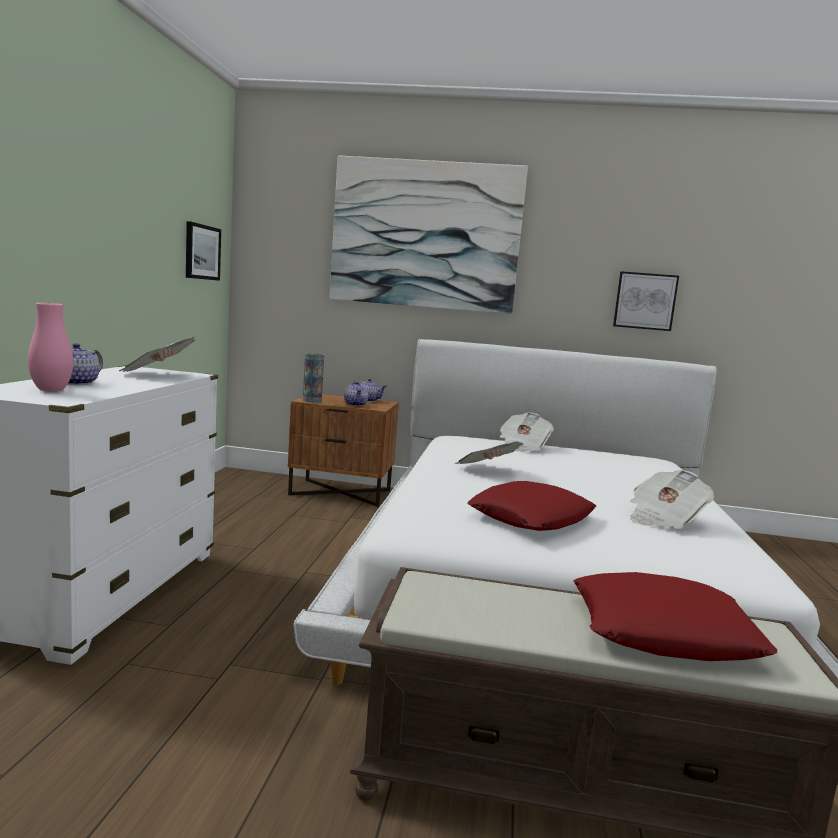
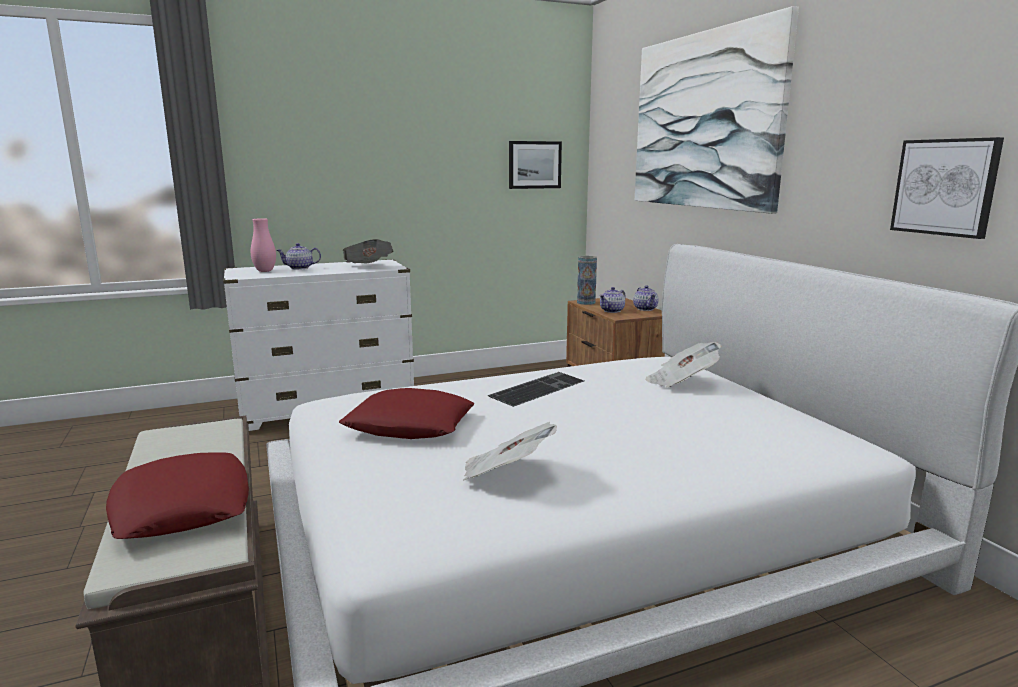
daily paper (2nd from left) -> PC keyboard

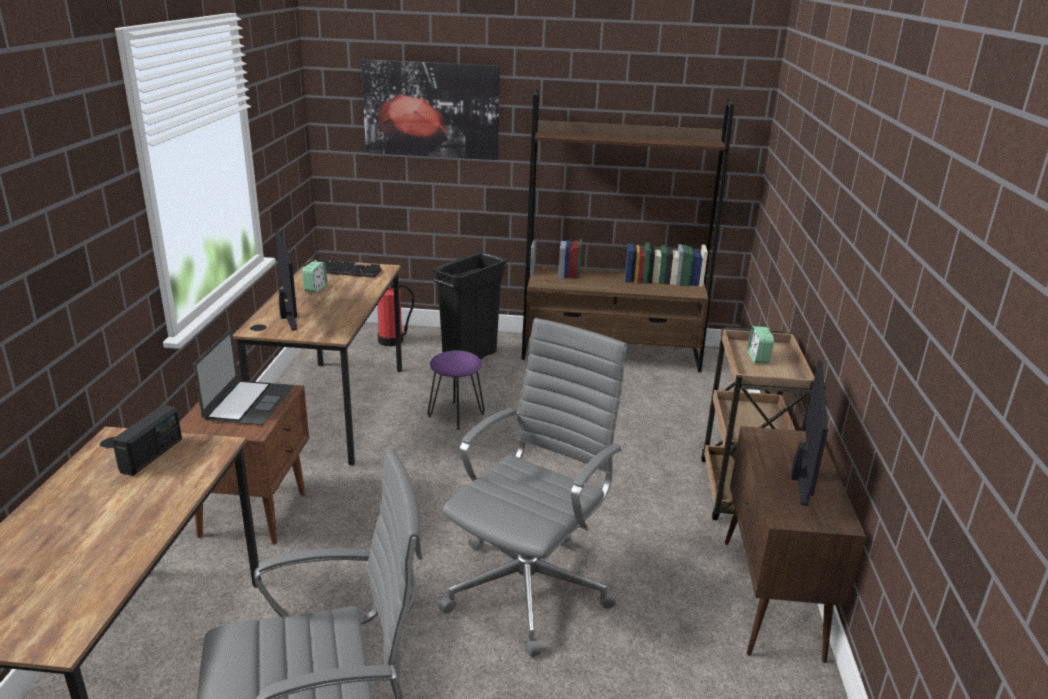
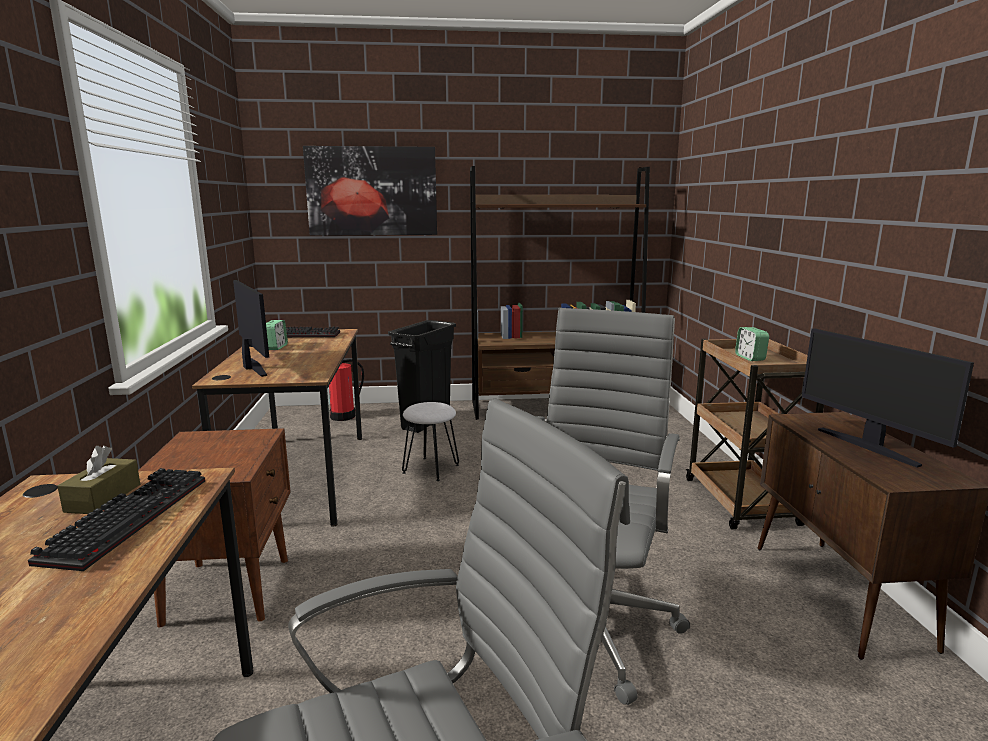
notebook computer -> none
none -> PC keyboard (1st from left)
radio set -> brownish tissue holder
purplish stool seat -> white-coloured stool seat
monitor (2nd from left), 150 degrees clockwise

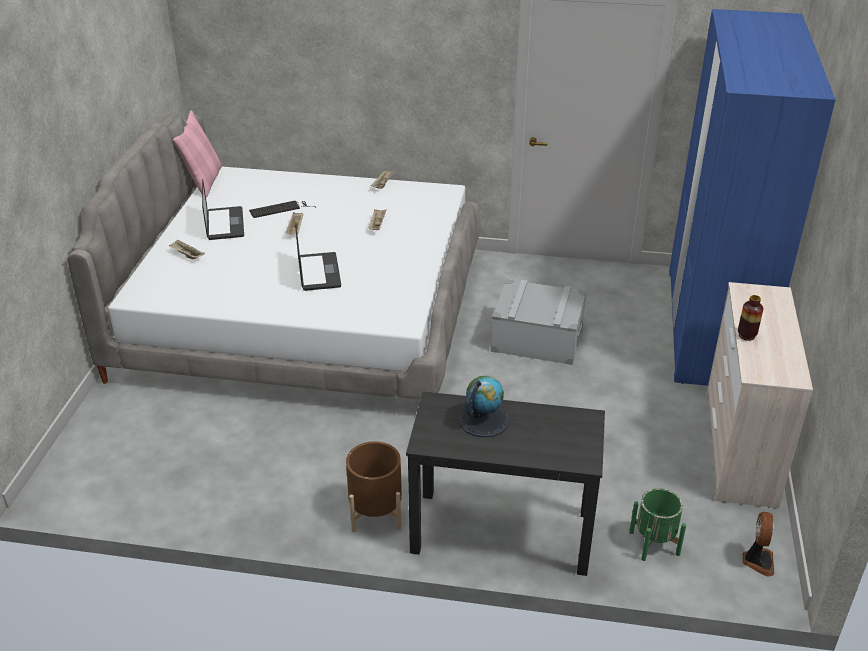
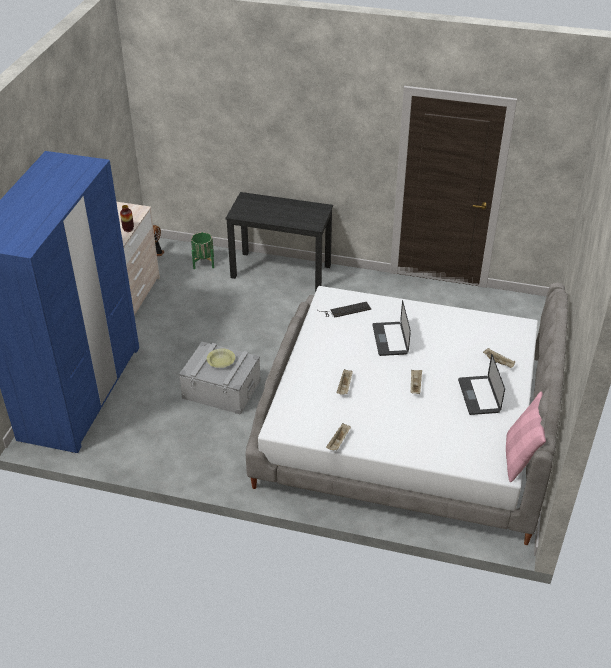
brownish flower pot -> none
world globe -> none
none -> yellow deep dish
PC keyboard, moved

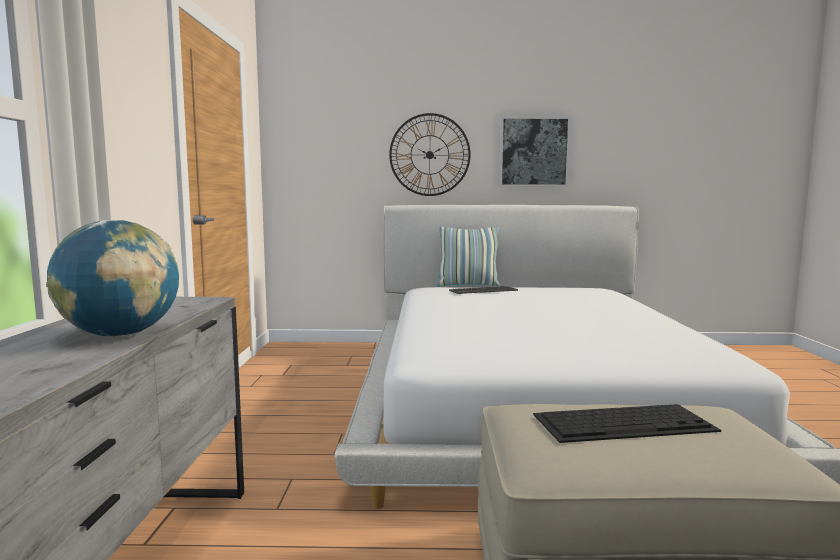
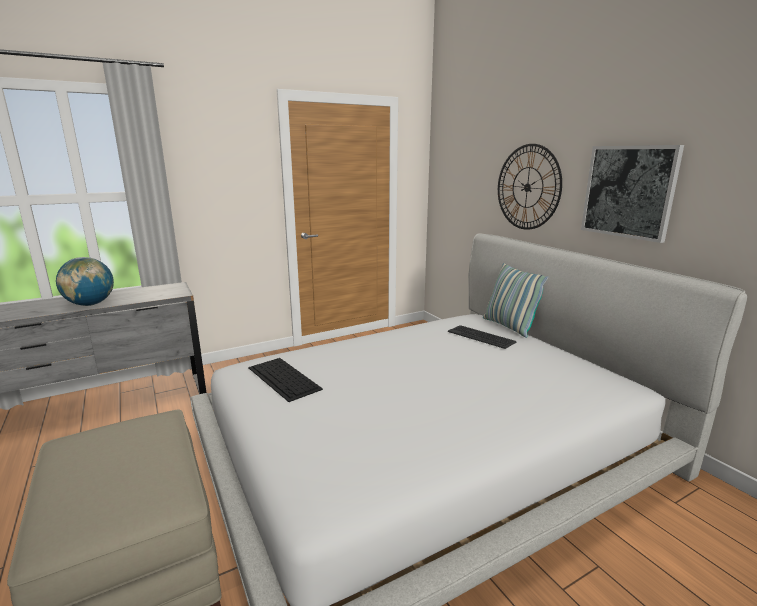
PC keyboard (2nd from left in the first image) -> PC keyboard (1st from left), moved

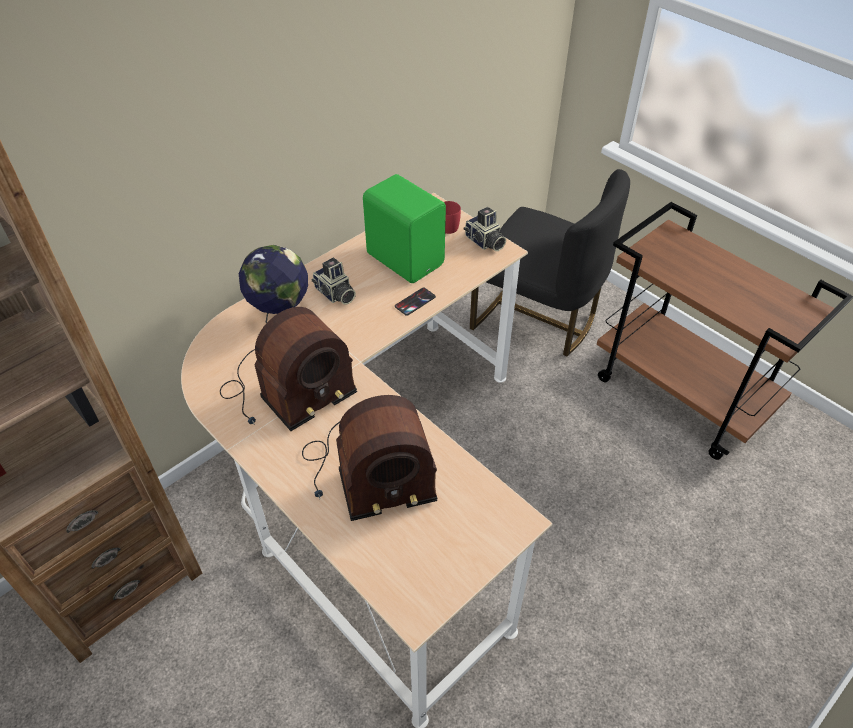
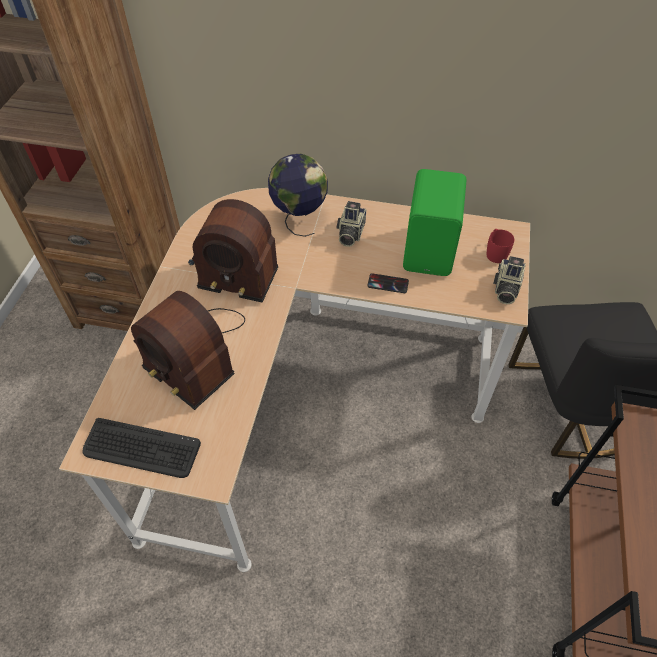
none -> PC keyboard

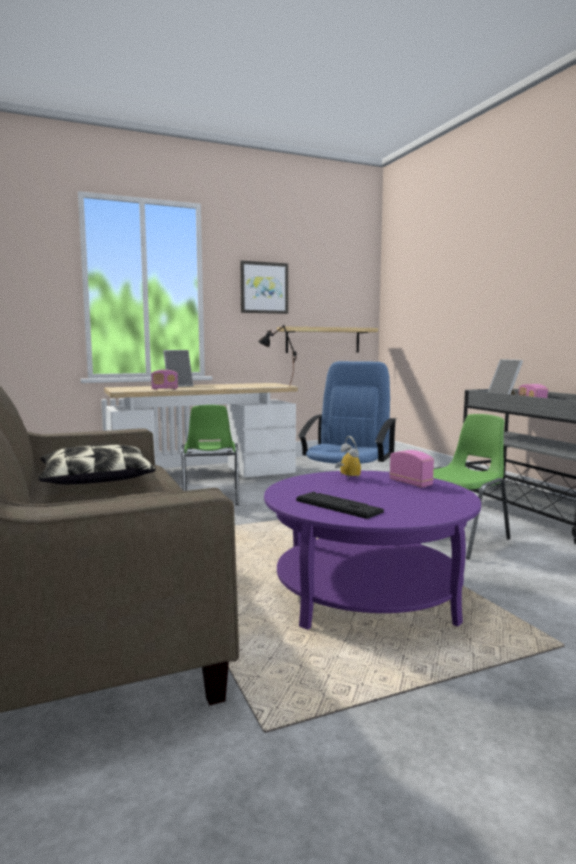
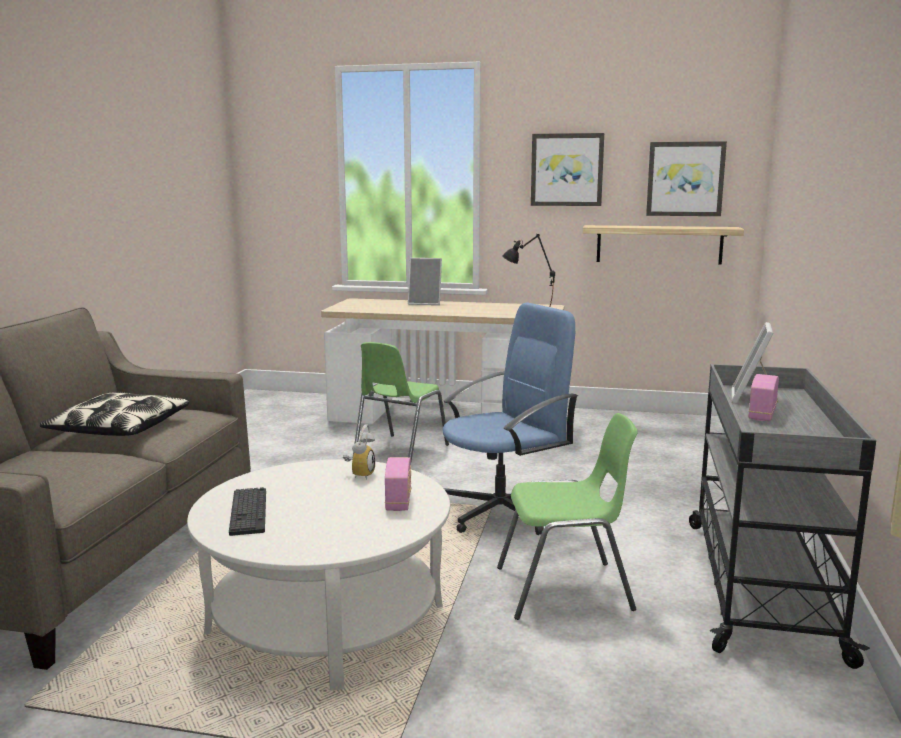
radio set (1st from left) -> none
none -> wall picture (2nd from left)
purplish low table -> white-coloured low table

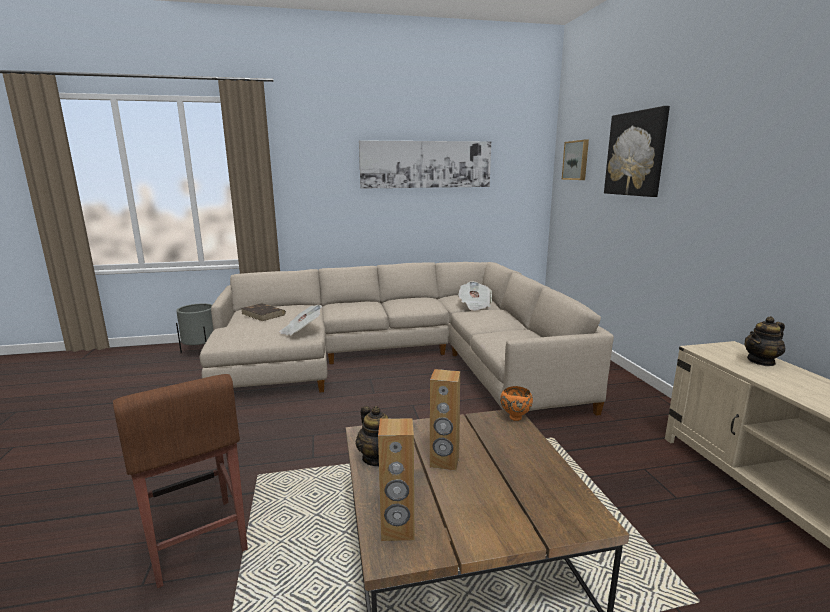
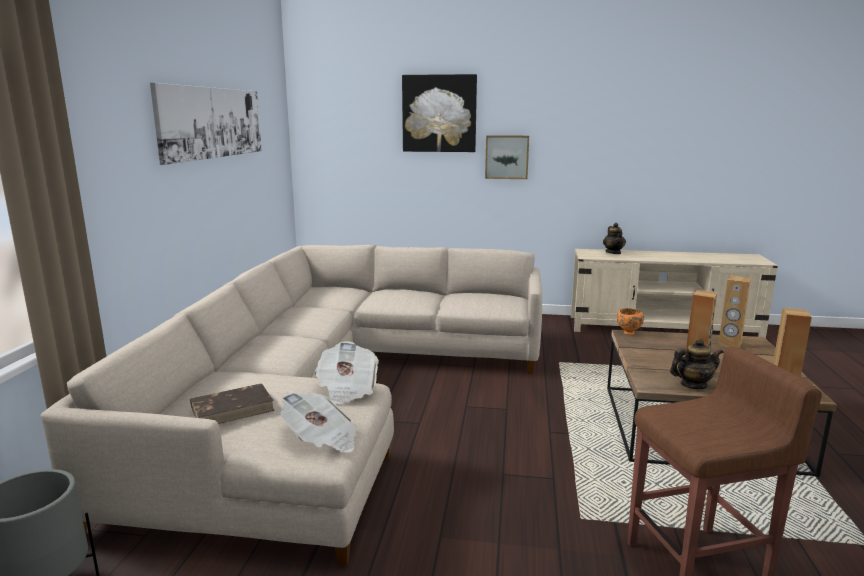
none -> brownish loudspeaker (2nd from left)
daily paper (2nd from left in the first image) -> daily paper (1st from left), moved
wall picture (2nd from left in the first image) -> wall picture (3rd from left), moved

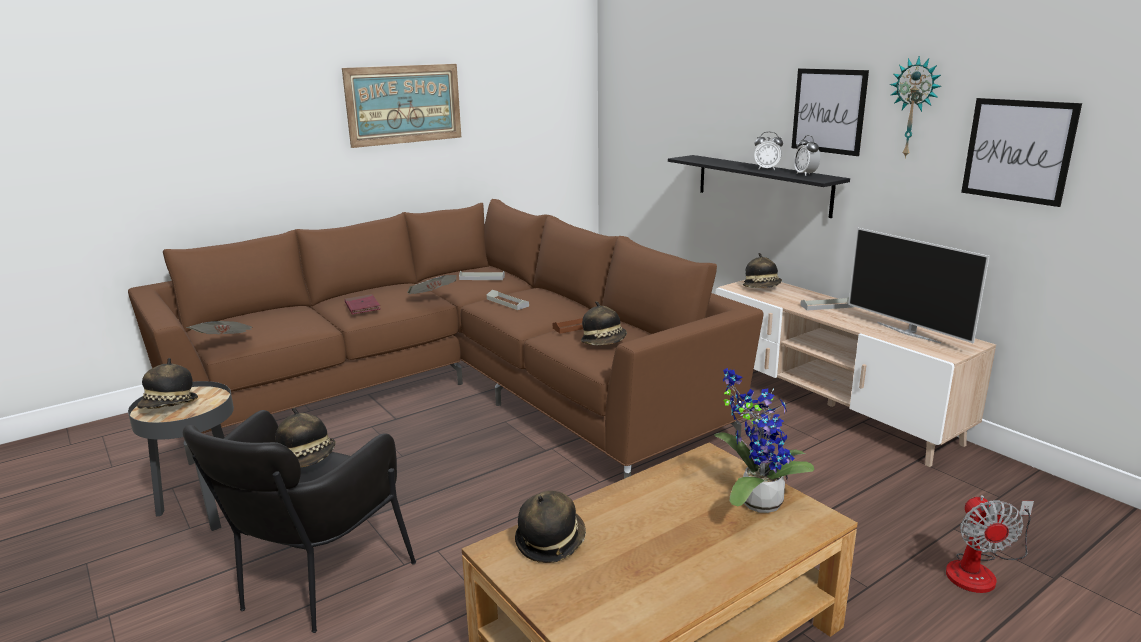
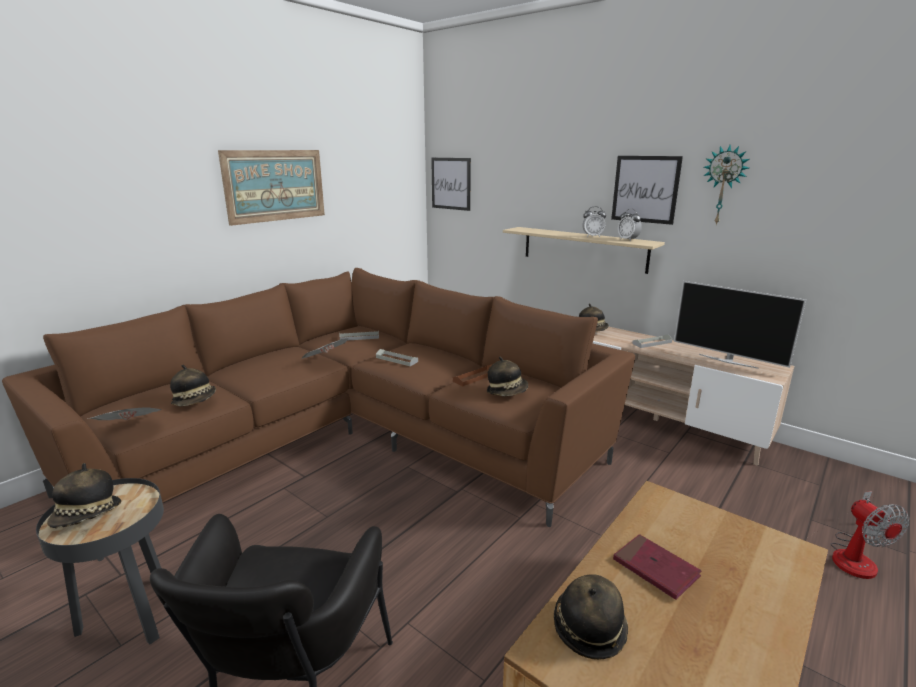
potted plant -> none
clothing hat (2nd from left), moved
reddish volume, moved
wall picture (3rd from left in the first image) -> wall picture (2nd from left), moved
black shelf -> sand-coloured shelf

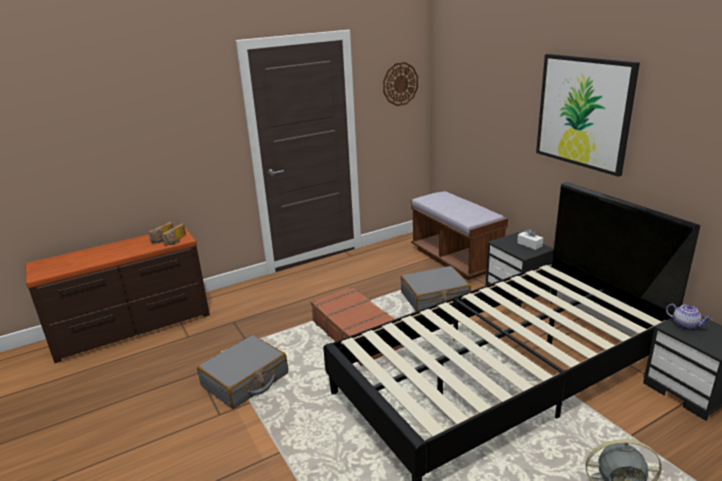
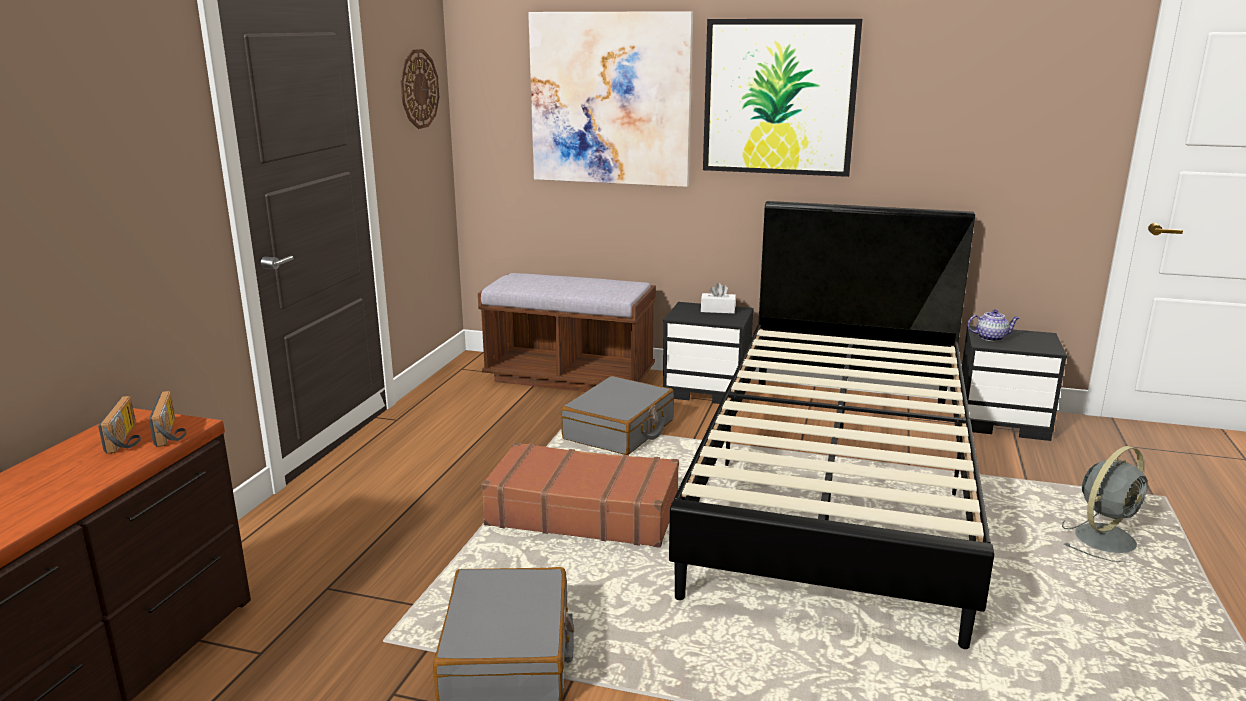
none -> wall picture (1st from left)

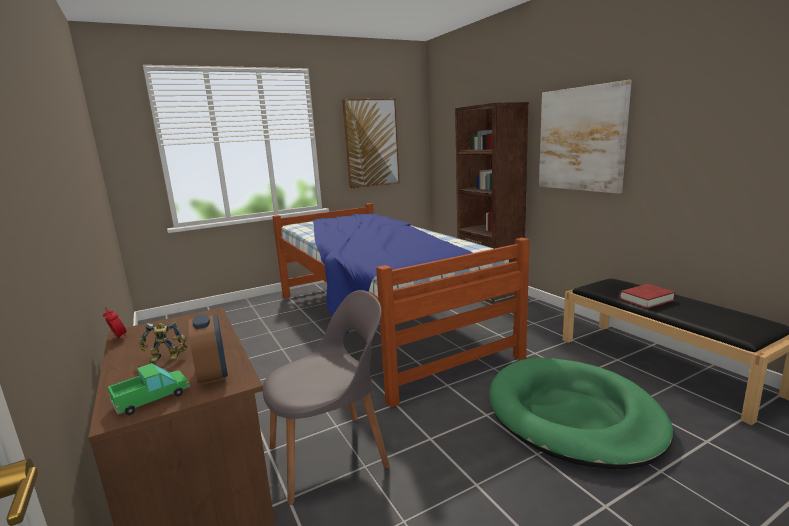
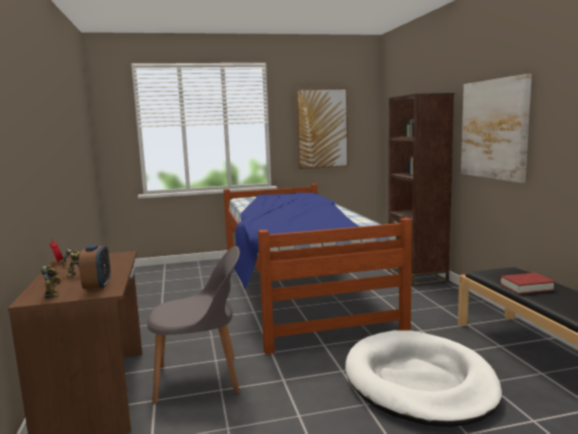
model truck -> robot figure (1st from left)
green dog bed -> white-coloured dog bed

